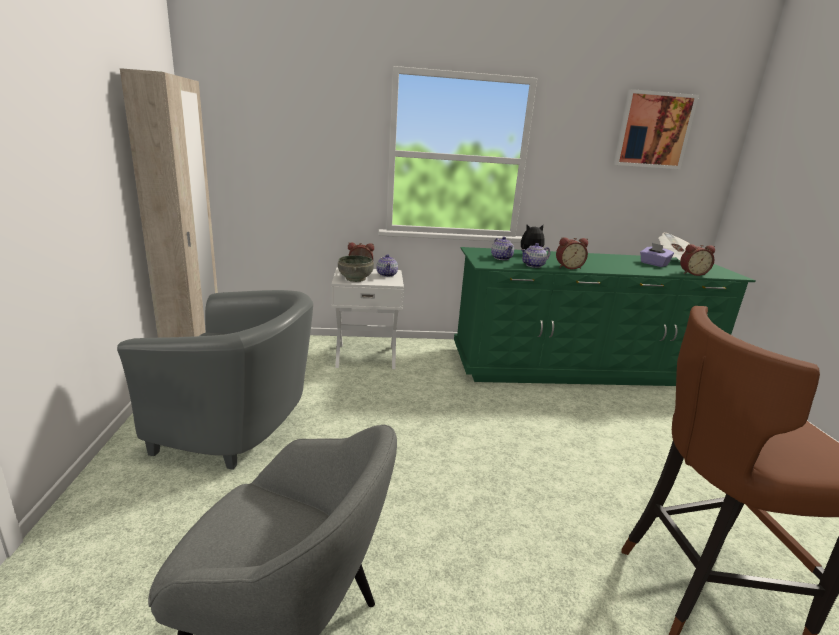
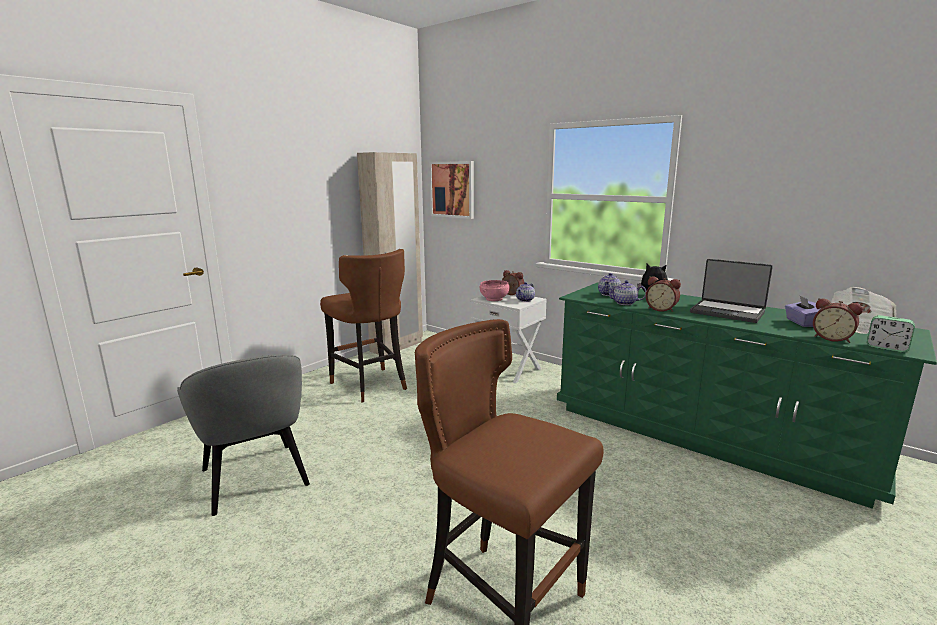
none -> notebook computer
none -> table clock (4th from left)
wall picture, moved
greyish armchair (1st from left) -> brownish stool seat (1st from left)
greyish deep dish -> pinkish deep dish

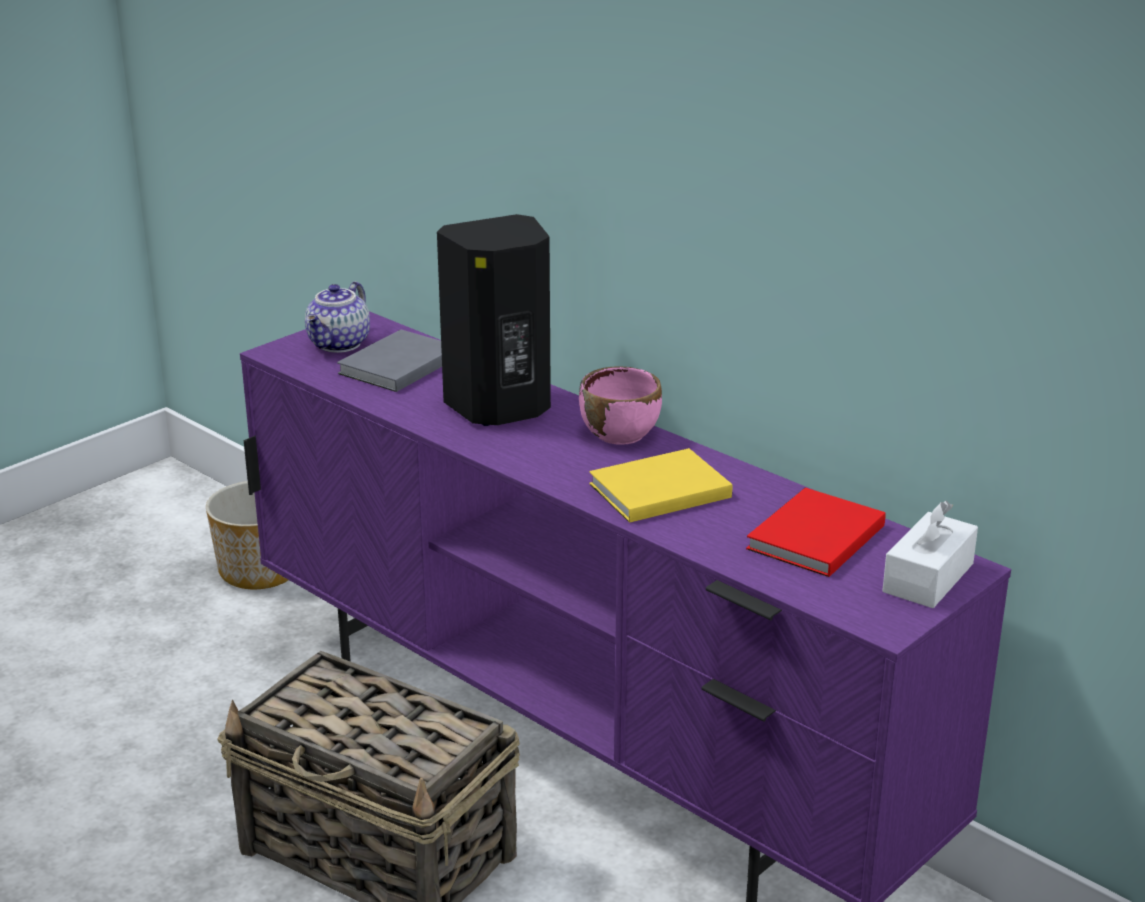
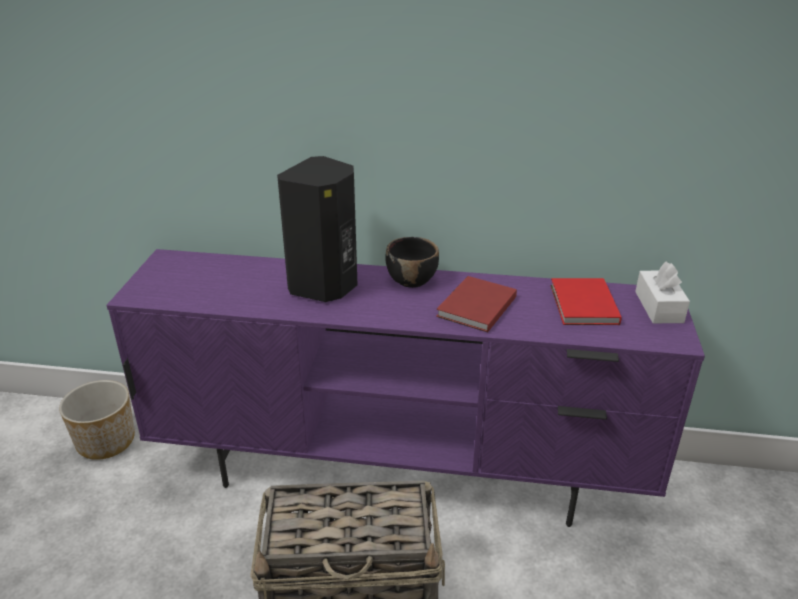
teapot -> none
greyish volume -> none
pinkish deep dish -> black deep dish
yellow volume -> reddish volume (1st from left)

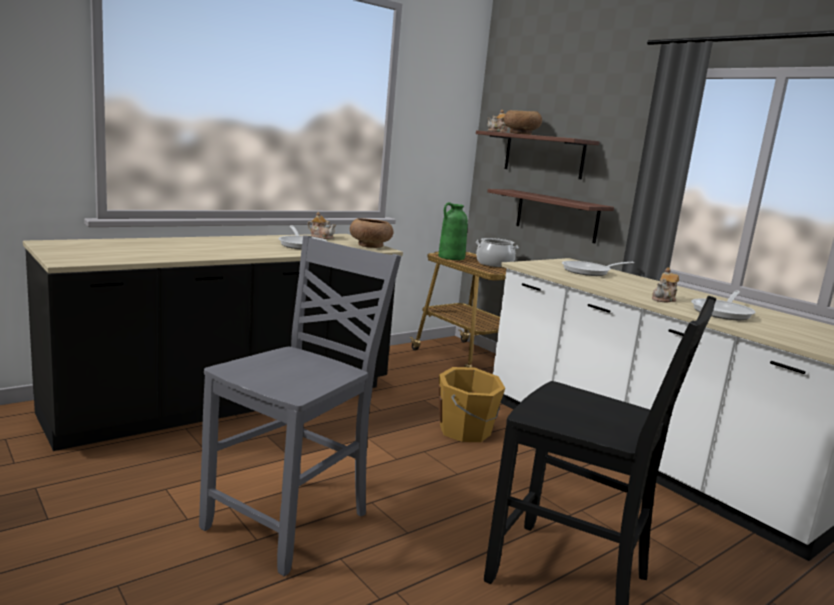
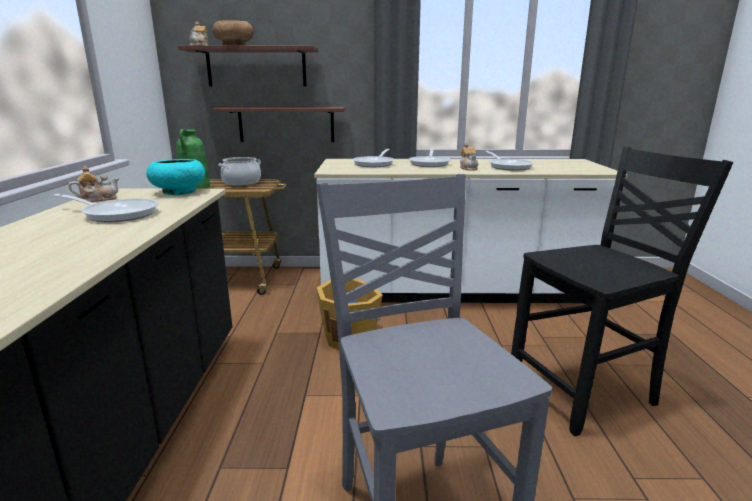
none -> skillet (3rd from left)
brownish deep dish (1st from left) -> blue-green deep dish

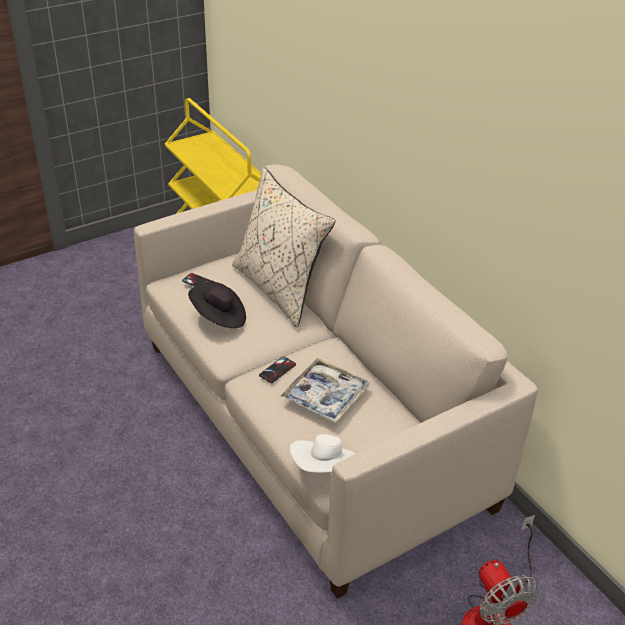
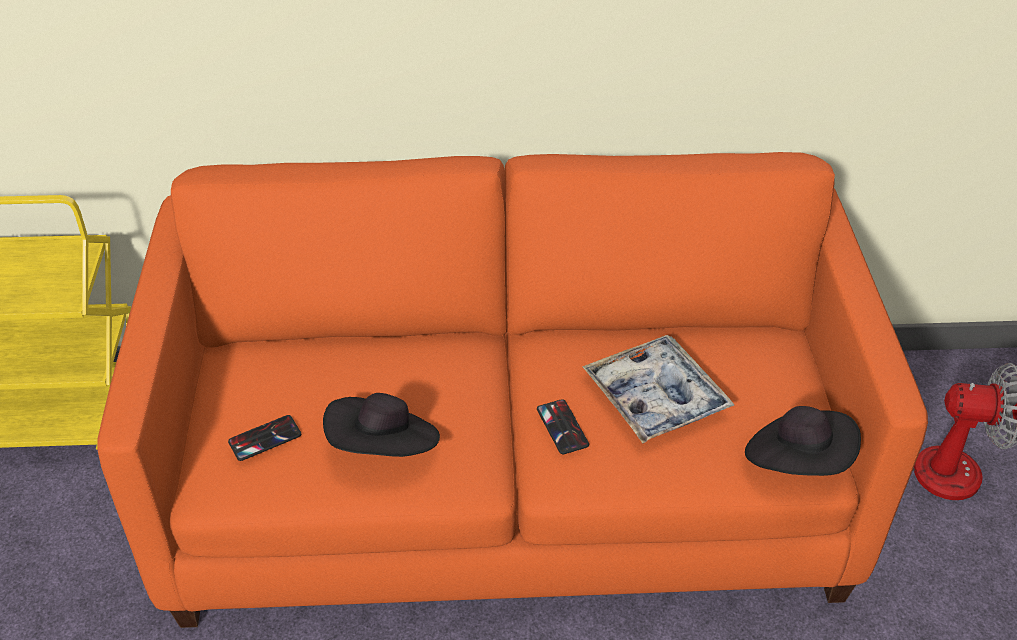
sand-coloured cushion -> none
sand-coloured sofa -> orange sofa
white-coloured clothing hat -> black clothing hat (2nd from left)

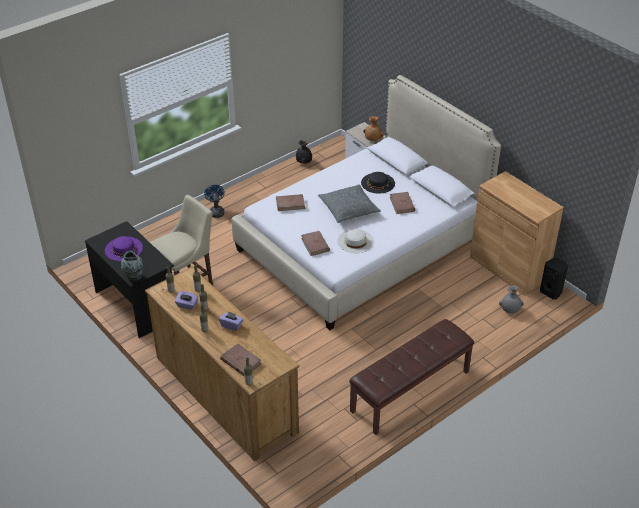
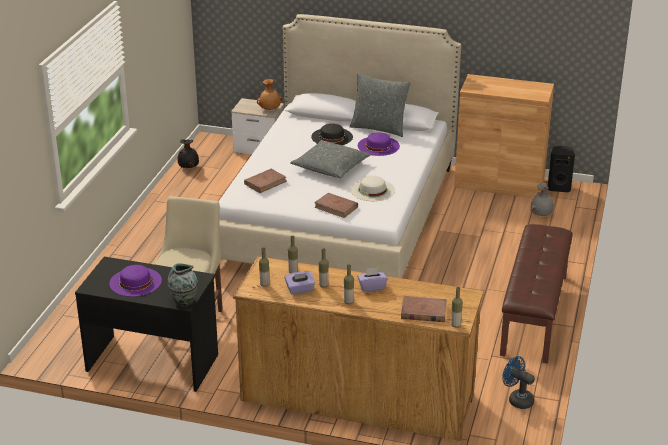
none -> greyish cushion (2nd from left)
blue cooling fan, moved
brownish volume (4th from left) -> purplish clothing hat (2nd from left)

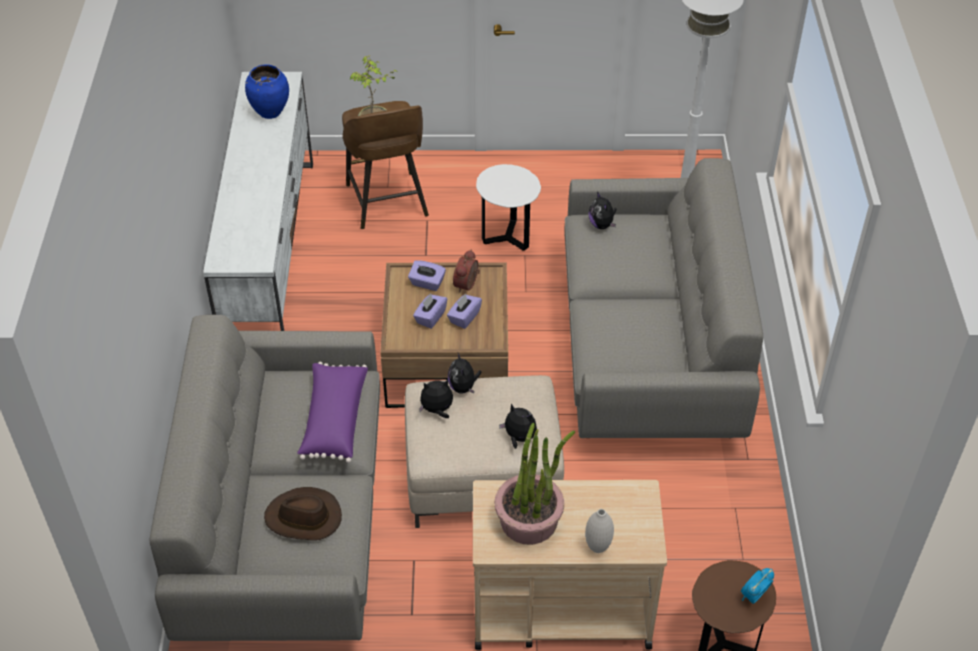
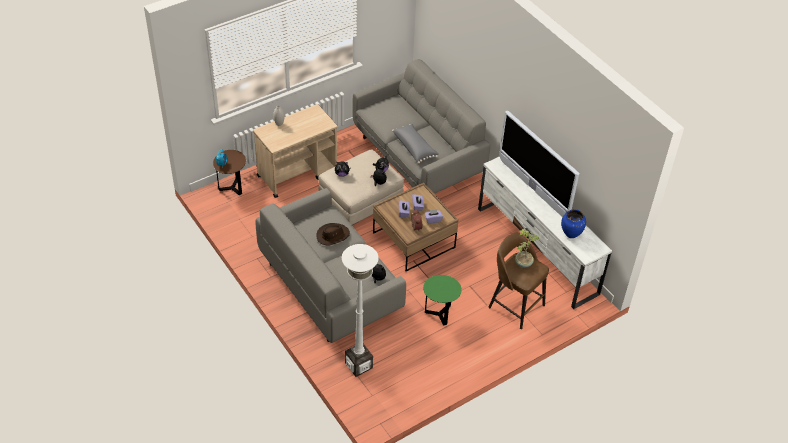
potted plant (2nd from left) -> none
none -> TV set
brownish clothing hat, moved
purplish cushion -> greyish cushion
white-coloured end table -> green end table

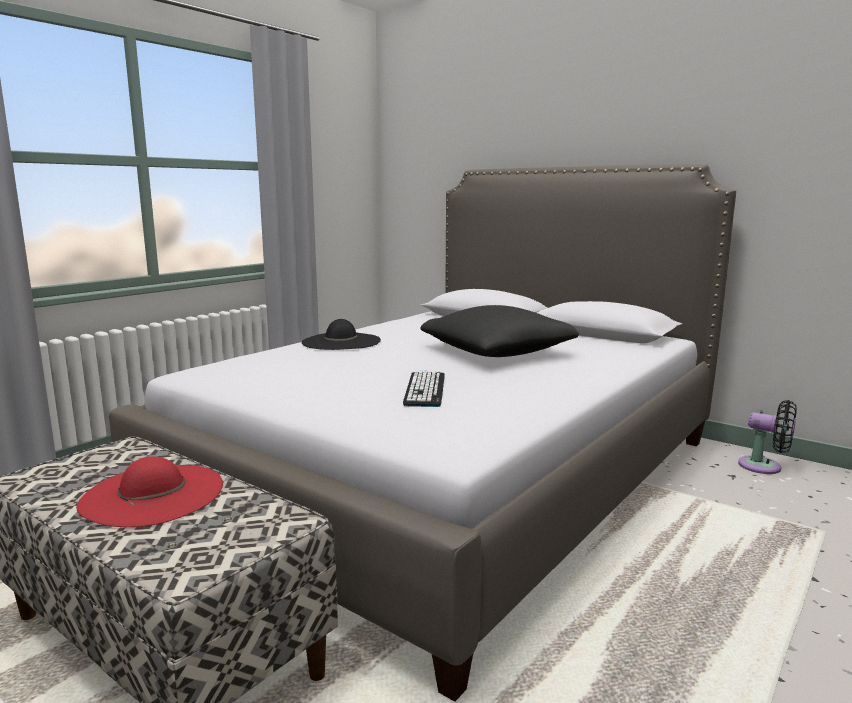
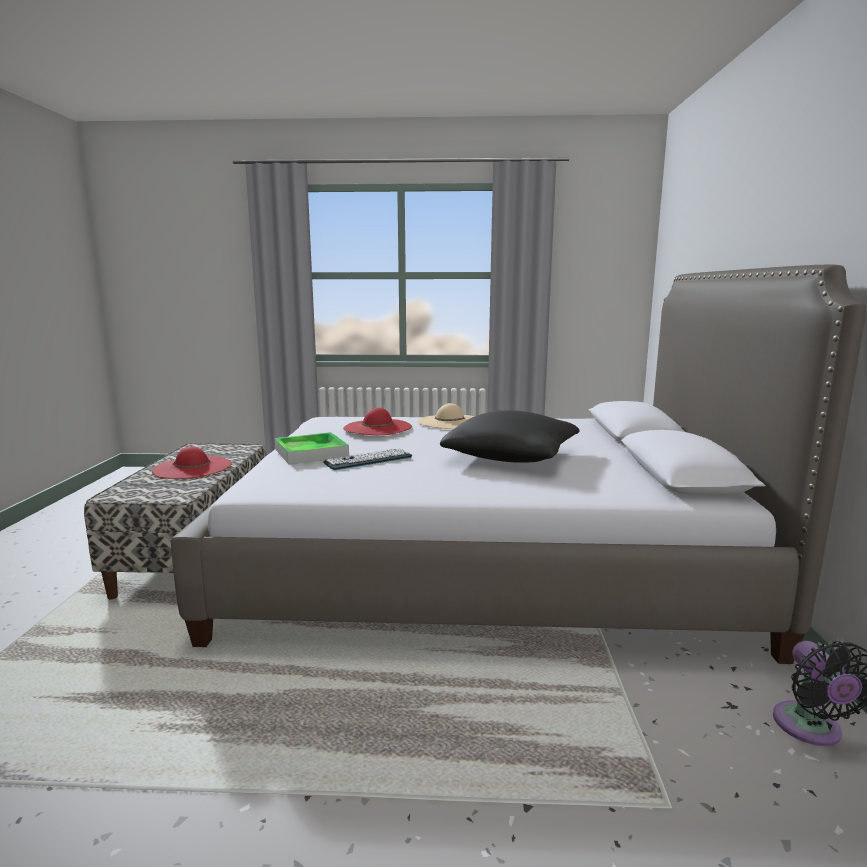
none -> carrying tray
none -> reddish clothing hat (2nd from left)
black clothing hat -> sand-coloured clothing hat

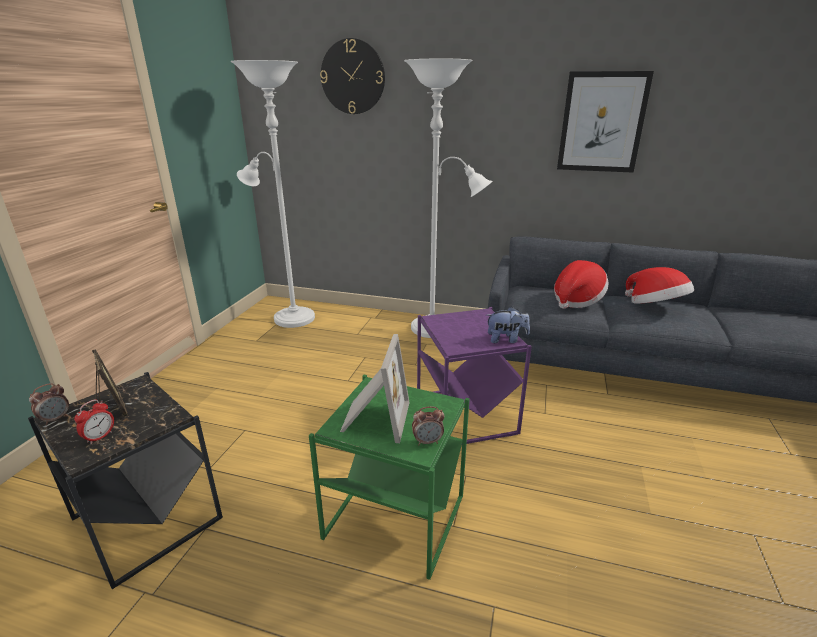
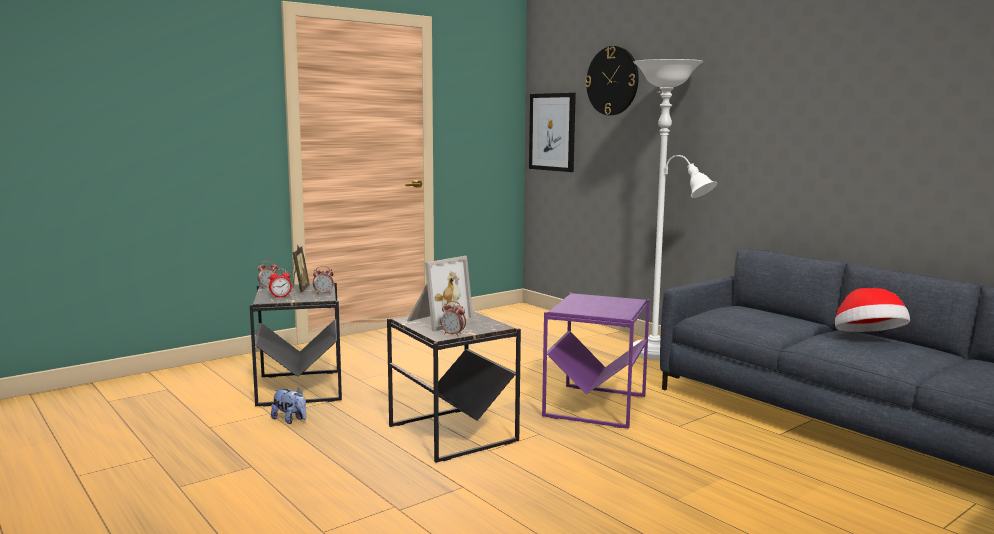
white-coloured standard lamp (1st from left) -> none
clothing hat (1st from left) -> none
none -> table clock (3rd from left)
plush toy, moved
wall picture, moved
green end table -> black end table (2nd from left)

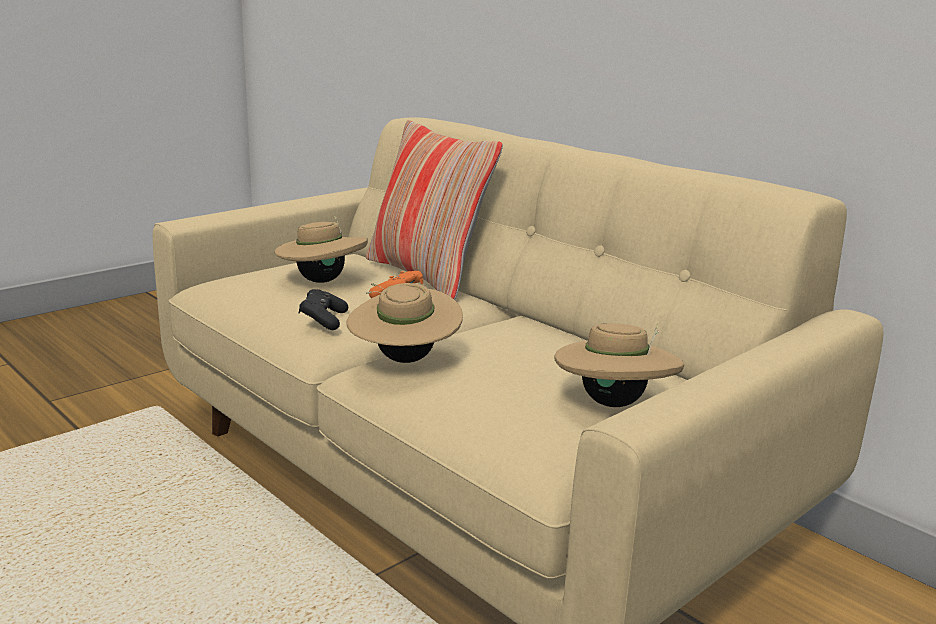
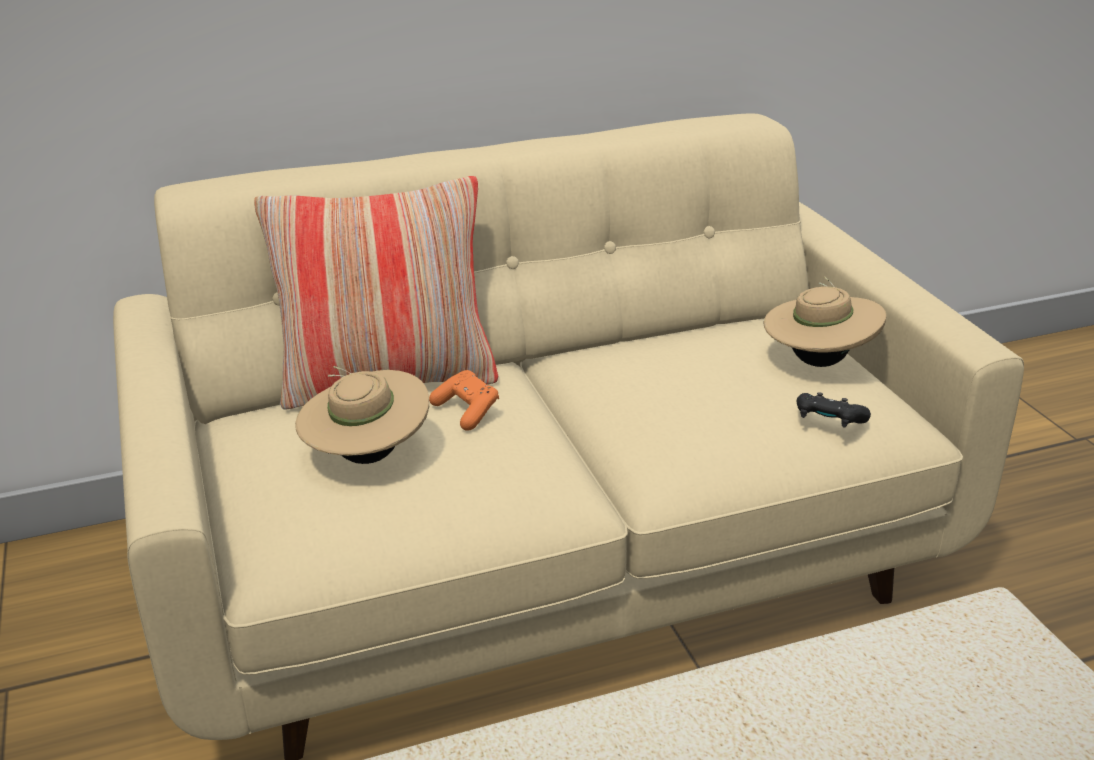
sand-coloured clothing hat (2nd from left) -> none
black gamepad, moved

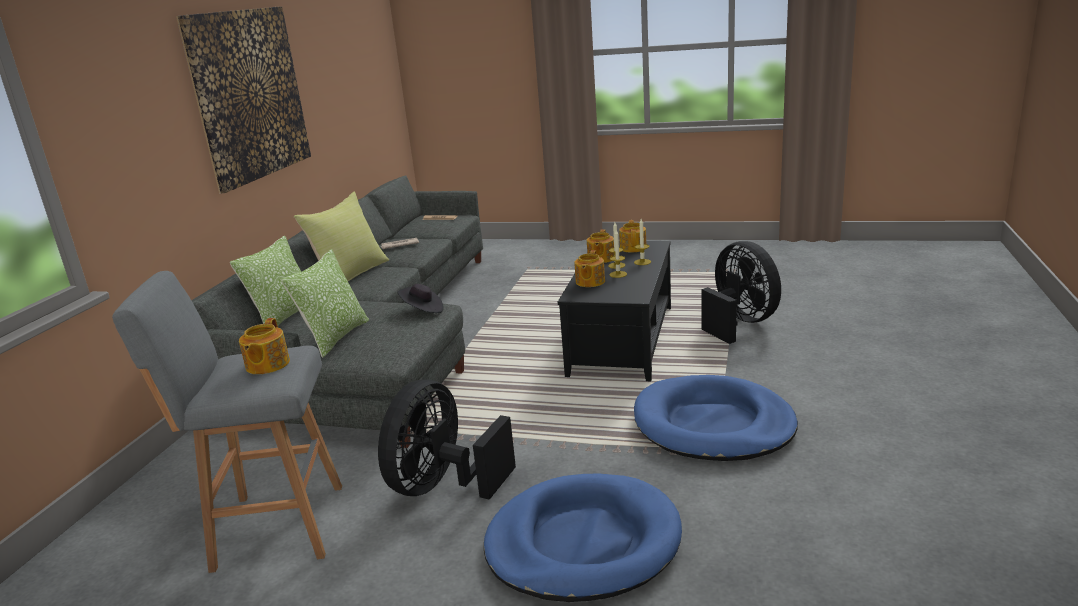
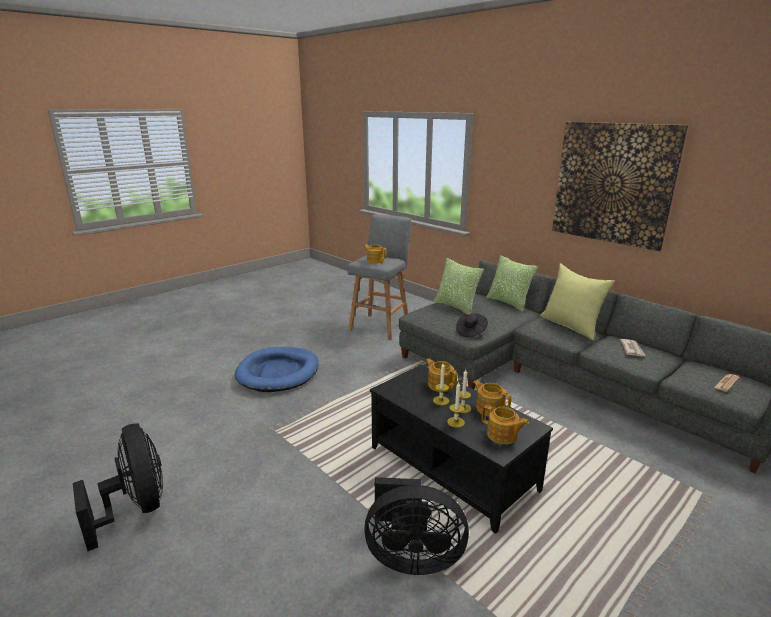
blue dog bed (2nd from left) -> none
black cooling fan (1st from left), moved

